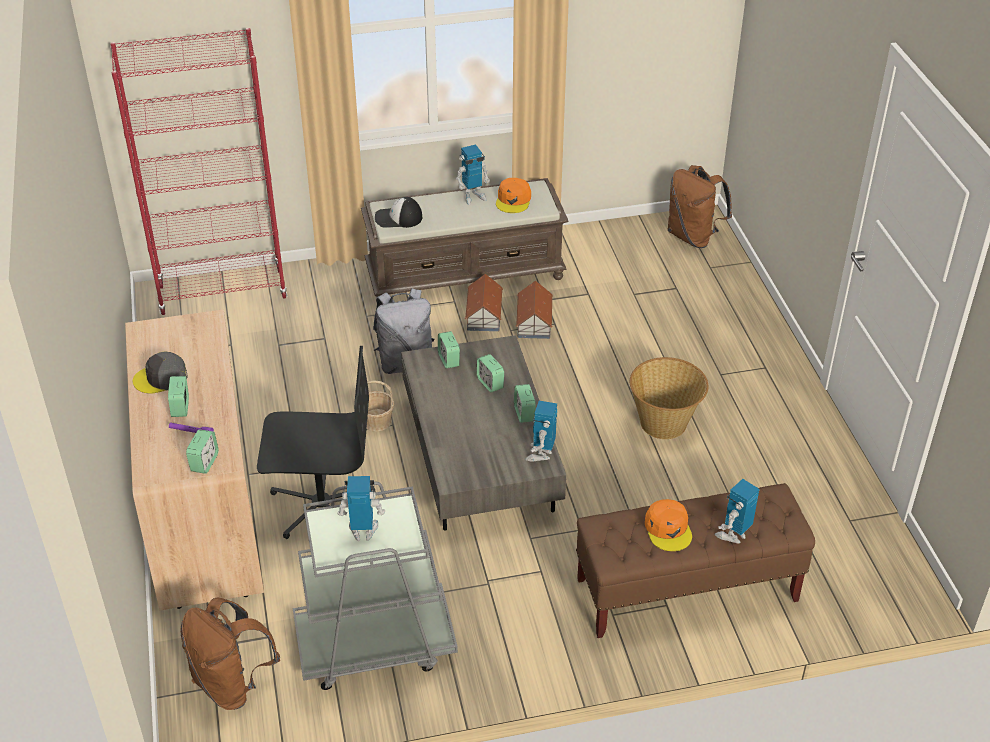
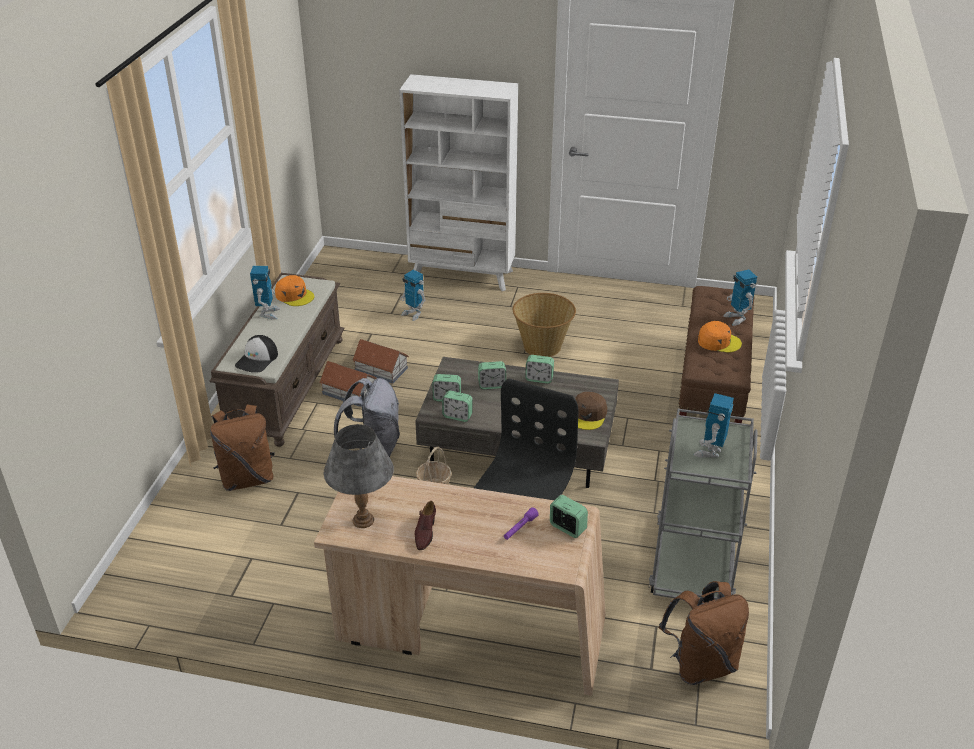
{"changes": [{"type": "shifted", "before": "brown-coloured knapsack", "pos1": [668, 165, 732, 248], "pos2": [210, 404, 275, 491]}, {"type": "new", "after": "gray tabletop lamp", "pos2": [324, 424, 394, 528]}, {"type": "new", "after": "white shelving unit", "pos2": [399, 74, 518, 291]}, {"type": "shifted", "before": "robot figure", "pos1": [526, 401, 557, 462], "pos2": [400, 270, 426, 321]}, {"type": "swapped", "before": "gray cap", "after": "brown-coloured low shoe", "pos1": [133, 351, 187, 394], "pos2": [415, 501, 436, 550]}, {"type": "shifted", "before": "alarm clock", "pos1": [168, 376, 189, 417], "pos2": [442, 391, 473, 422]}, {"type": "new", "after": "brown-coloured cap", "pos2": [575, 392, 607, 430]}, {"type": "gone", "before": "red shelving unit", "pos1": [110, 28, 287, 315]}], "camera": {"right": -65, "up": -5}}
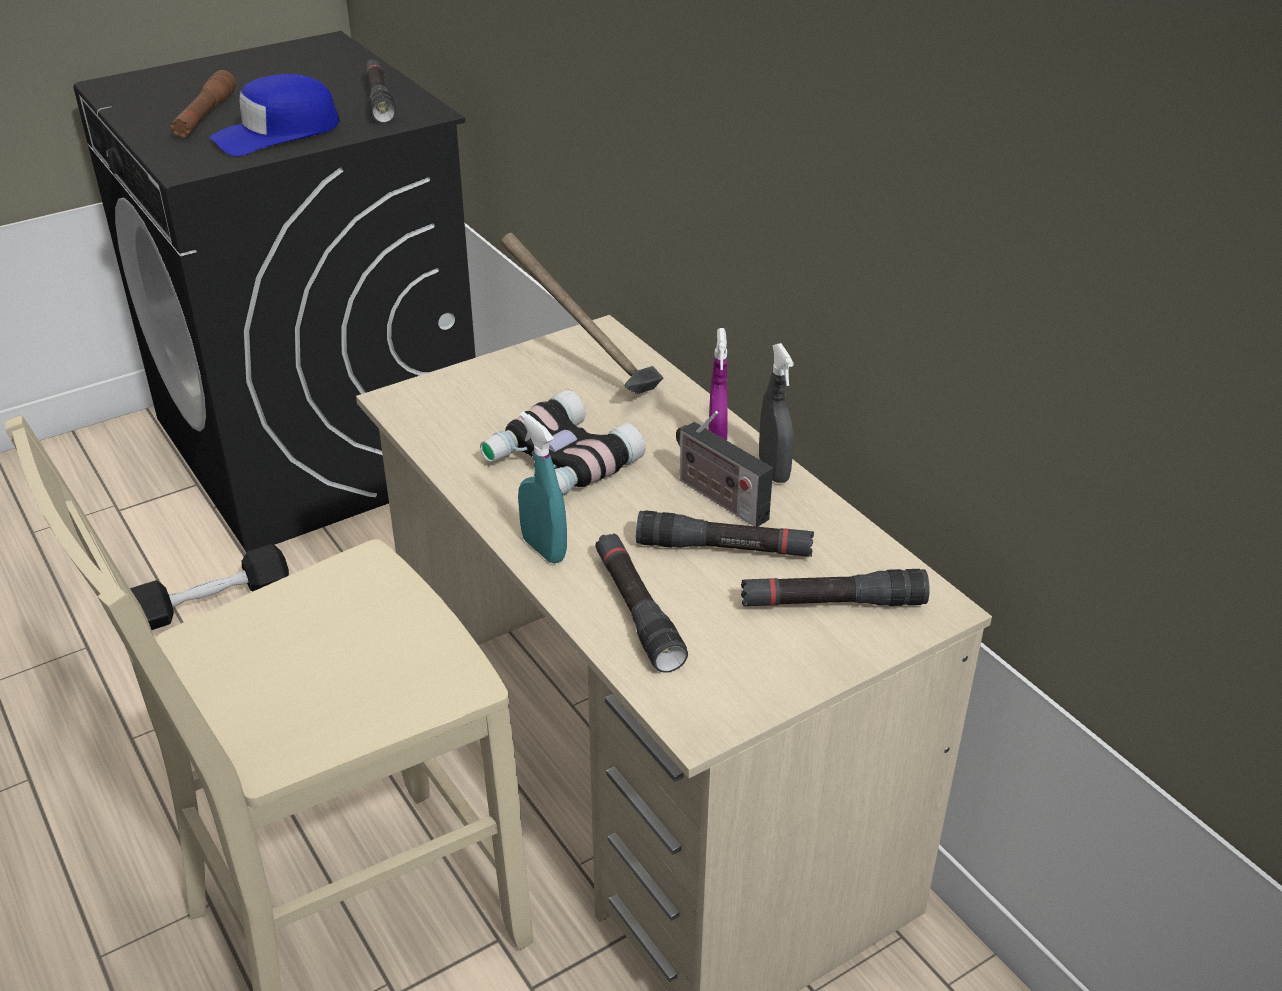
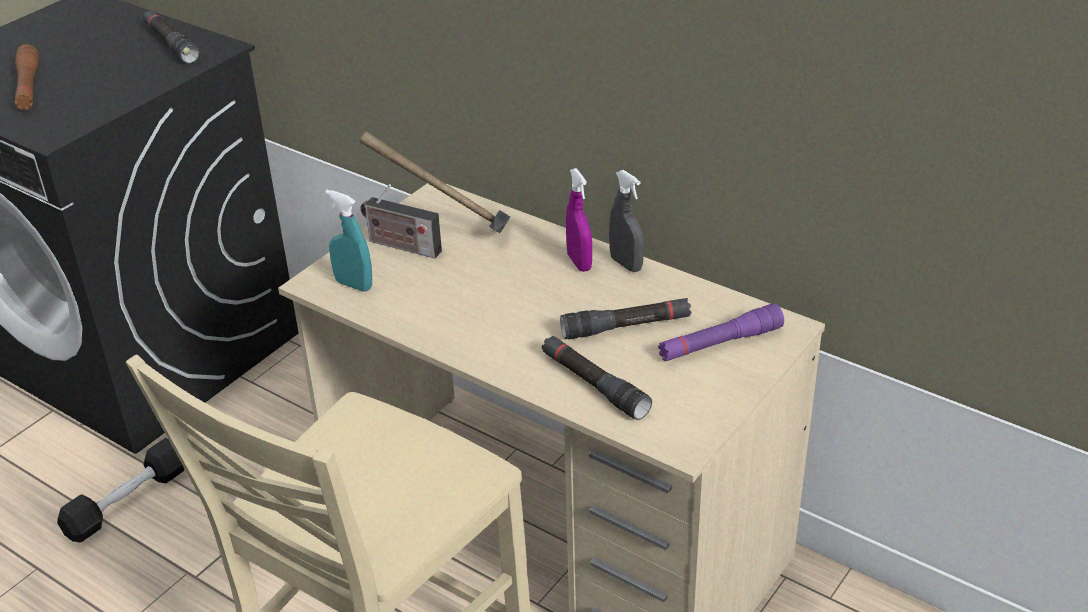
{"changes": [{"type": "shifted", "before": "blue-green spray bottle", "pos1": [518, 412, 567, 563], "pos2": [325, 190, 372, 291]}, {"type": "shifted", "before": "radio", "pos1": [676, 411, 773, 527], "pos2": [361, 184, 442, 258]}, {"type": "repainted", "before": "black-coloured flashlight", "after": "purple-coloured flashlight", "pos1": [741, 569, 929, 606], "pos2": [658, 304, 784, 361]}, {"type": "gone", "before": "bluish cap", "pos1": [209, 74, 340, 156]}, {"type": "gone", "before": "binoculars", "pos1": [480, 390, 646, 494]}], "camera": {"right": -20, "up": 0}}
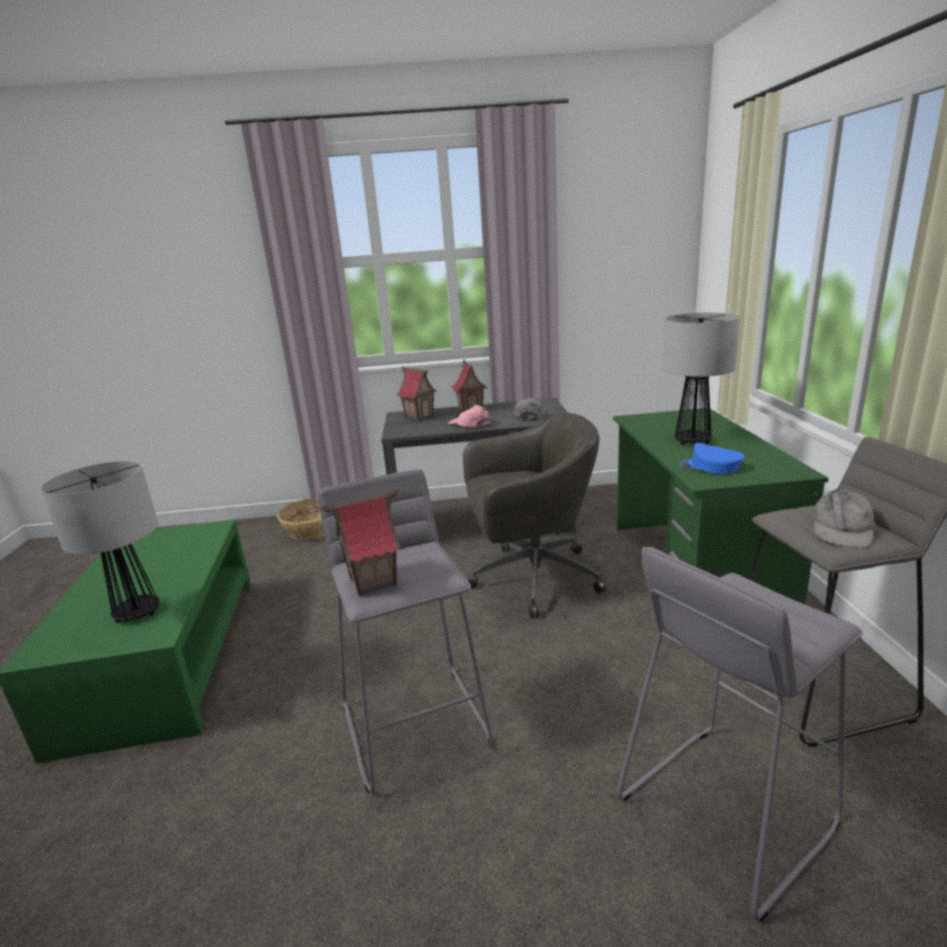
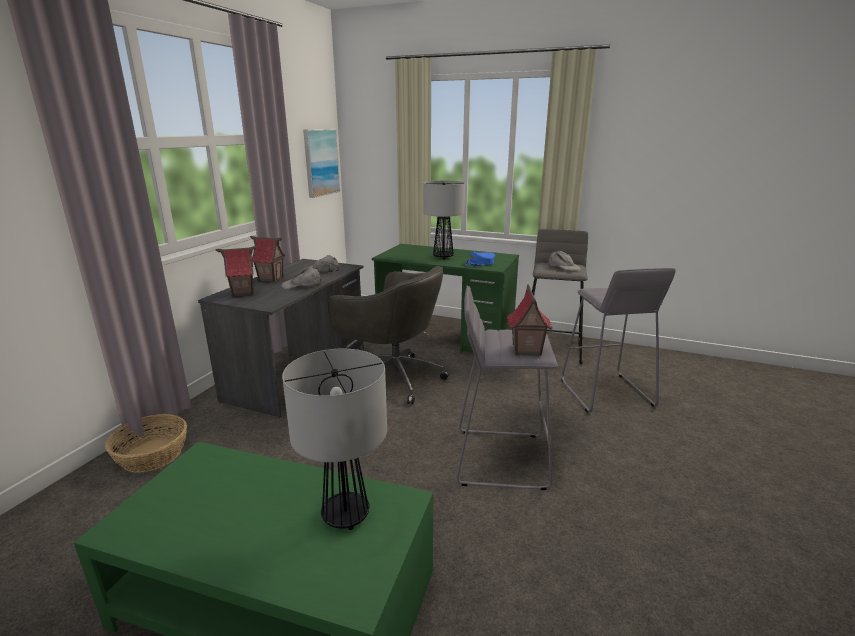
{"changes": [{"type": "repainted", "before": "pink-coloured cap", "after": "gray cap", "pos1": [448, 405, 490, 427], "pos2": [281, 267, 321, 289]}, {"type": "new", "after": "wall picture", "pos2": [303, 129, 340, 198]}, {"type": "rotated", "before": "gray office chair", "pos1": [463, 412, 606, 618], "pos2": [328, 266, 448, 404], "turn": 105}], "camera": {"right": -65, "up": 0}}
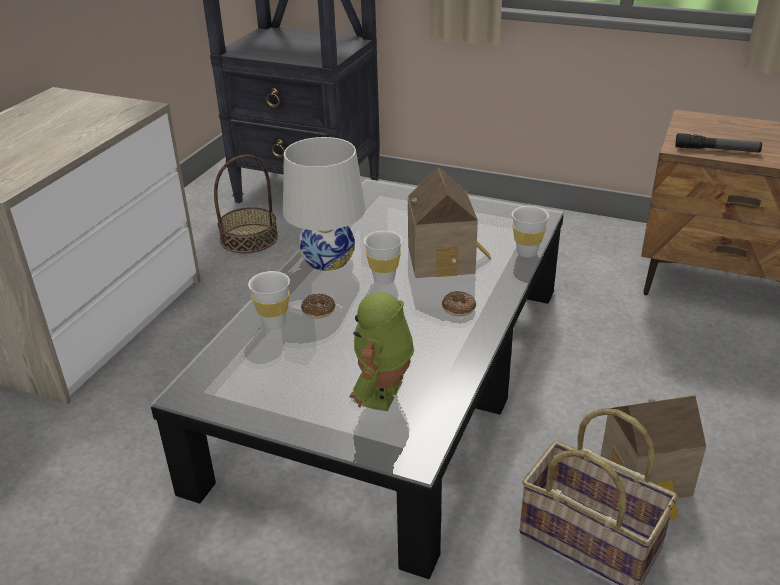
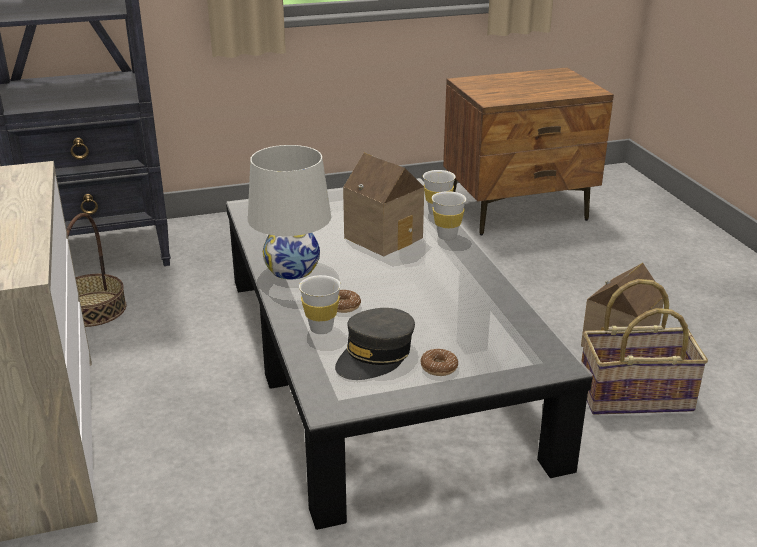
{"changes": [{"type": "new", "after": "gray cap", "pos2": [335, 308, 415, 380]}, {"type": "shifted", "before": "ring doughnut", "pos1": [442, 291, 476, 316], "pos2": [420, 349, 458, 376]}, {"type": "shifted", "before": "white small cup", "pos1": [364, 231, 402, 285], "pos2": [432, 191, 466, 240]}, {"type": "gone", "before": "robot figure", "pos1": [349, 292, 414, 411]}, {"type": "gone", "before": "flashlight", "pos1": [675, 133, 762, 152]}], "camera": {"right": -40, "up": -5}}
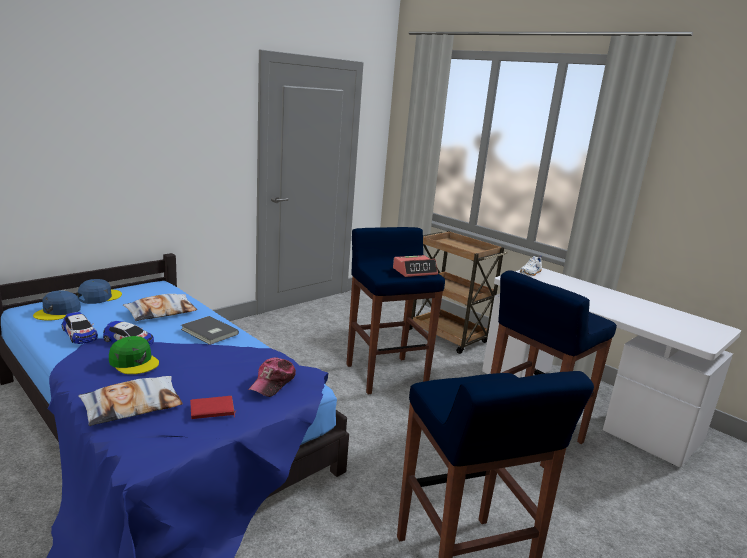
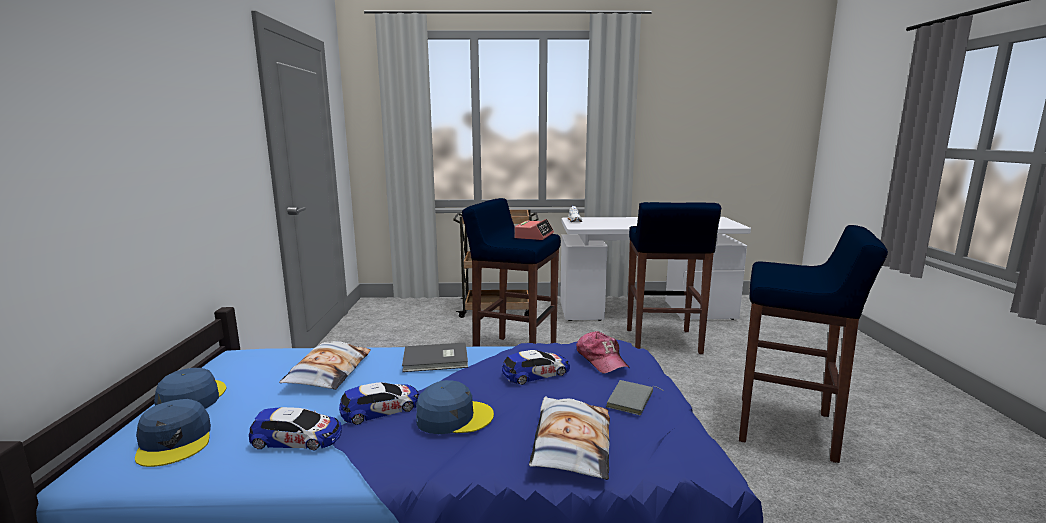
{"changes": [{"type": "repainted", "before": "greenish cap", "after": "bluish cap", "pos1": [109, 336, 159, 374], "pos2": [416, 380, 494, 434]}, {"type": "new", "after": "miniature car", "pos2": [502, 350, 570, 385]}, {"type": "repainted", "before": "red bound book", "after": "gray bound book", "pos1": [190, 396, 236, 419], "pos2": [606, 380, 664, 416]}], "camera": {"right": -45, "up": -5}}
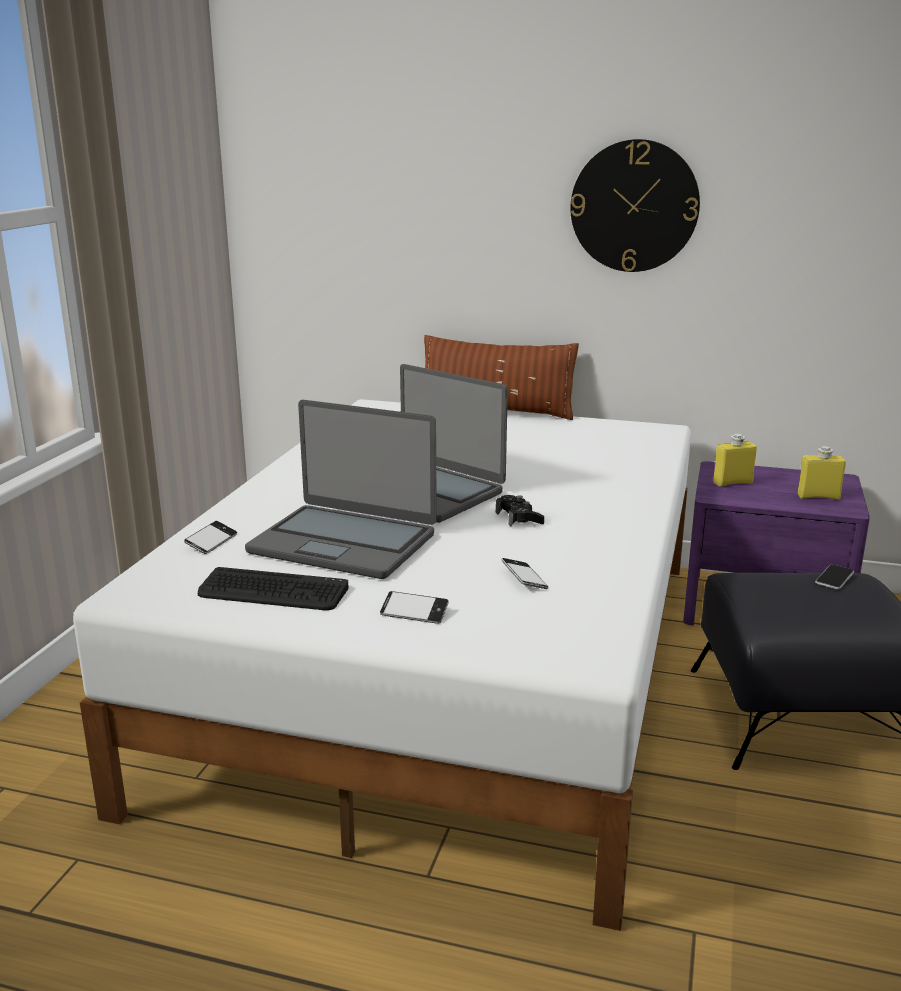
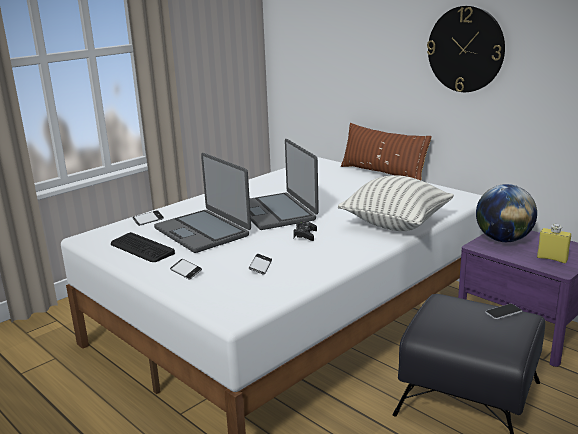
{"changes": [{"type": "new", "after": "cushion", "pos2": [338, 175, 454, 231]}, {"type": "swapped", "before": "yellow-coloured drink bottle", "after": "world globe", "pos1": [713, 434, 757, 487], "pos2": [476, 184, 537, 242]}], "camera": {"right": 30, "up": 0}}
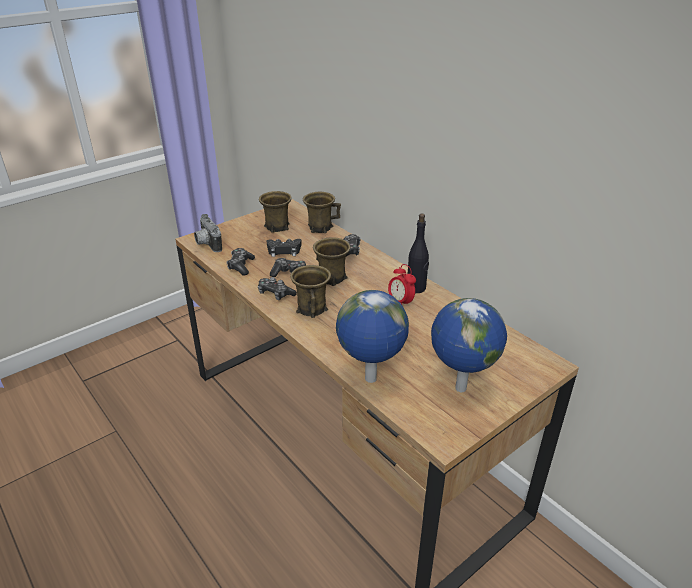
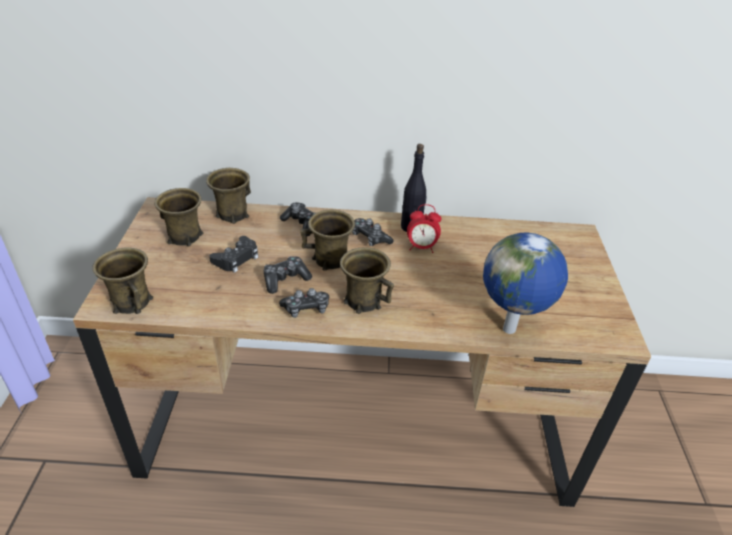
{"changes": [{"type": "swapped", "before": "photo camera", "after": "brown-coloured coffee mug", "pos1": [194, 214, 222, 252], "pos2": [92, 247, 153, 314]}, {"type": "shifted", "before": "game controller", "pos1": [227, 248, 255, 275], "pos2": [352, 218, 394, 246]}, {"type": "gone", "before": "world globe", "pos1": [431, 298, 507, 392]}], "camera": {"right": -50, "up": 5}}
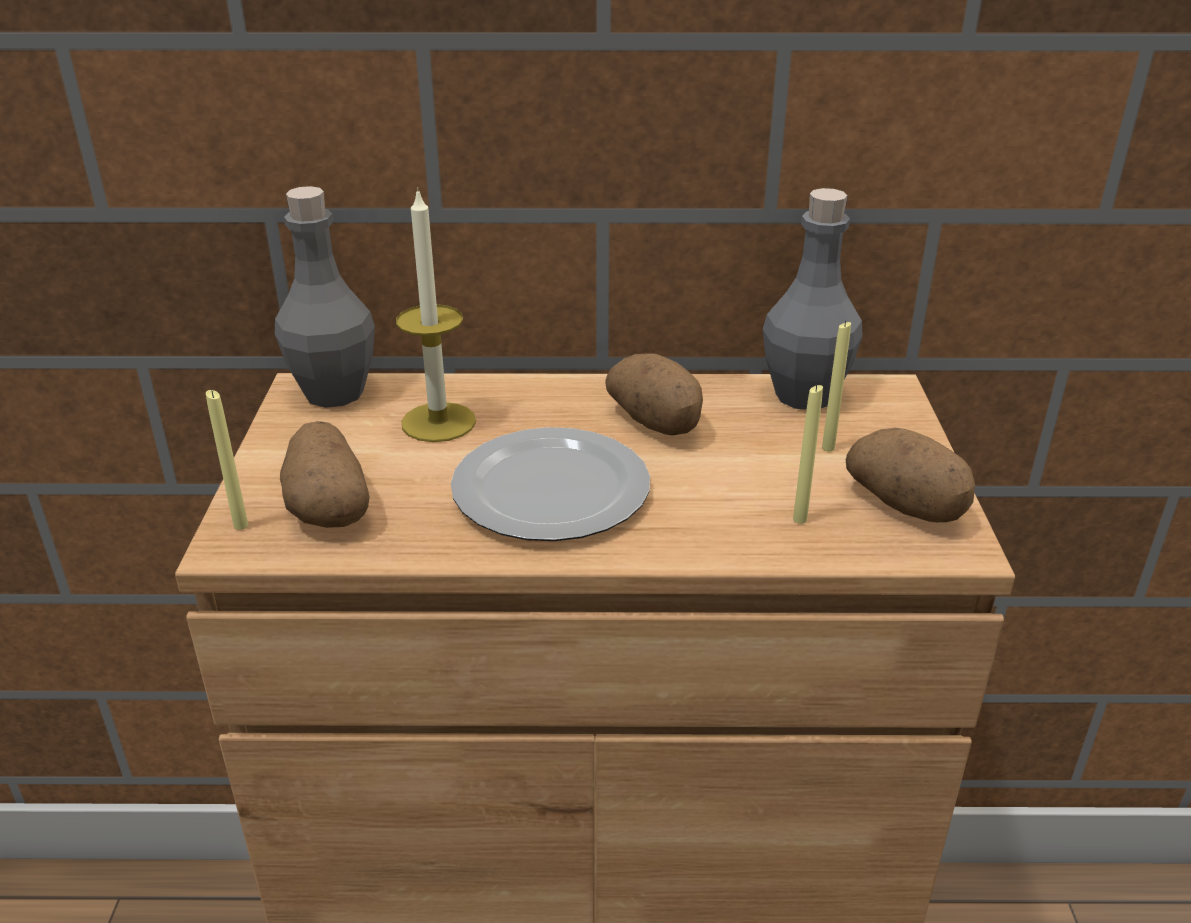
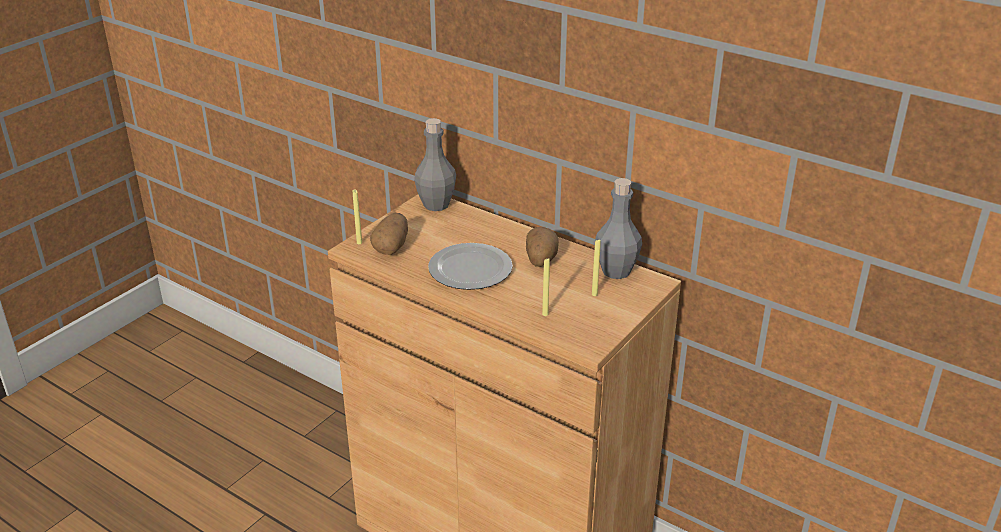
{"changes": [{"type": "gone", "before": "candle", "pos1": [396, 187, 476, 442]}, {"type": "gone", "before": "whole potato", "pos1": [846, 428, 975, 522]}], "camera": {"right": 35, "up": 0}}
